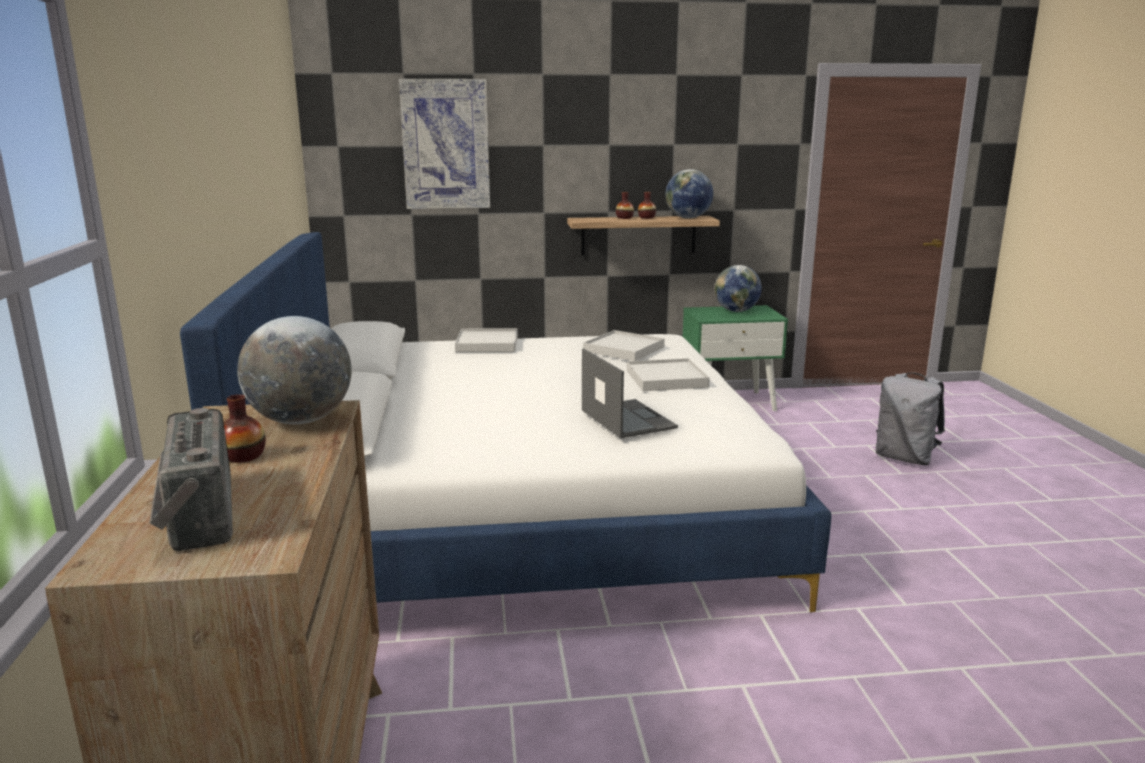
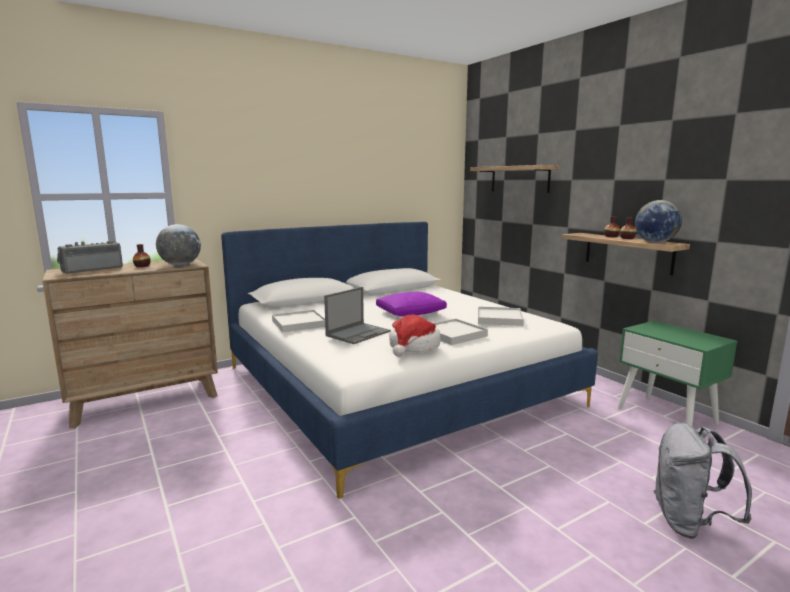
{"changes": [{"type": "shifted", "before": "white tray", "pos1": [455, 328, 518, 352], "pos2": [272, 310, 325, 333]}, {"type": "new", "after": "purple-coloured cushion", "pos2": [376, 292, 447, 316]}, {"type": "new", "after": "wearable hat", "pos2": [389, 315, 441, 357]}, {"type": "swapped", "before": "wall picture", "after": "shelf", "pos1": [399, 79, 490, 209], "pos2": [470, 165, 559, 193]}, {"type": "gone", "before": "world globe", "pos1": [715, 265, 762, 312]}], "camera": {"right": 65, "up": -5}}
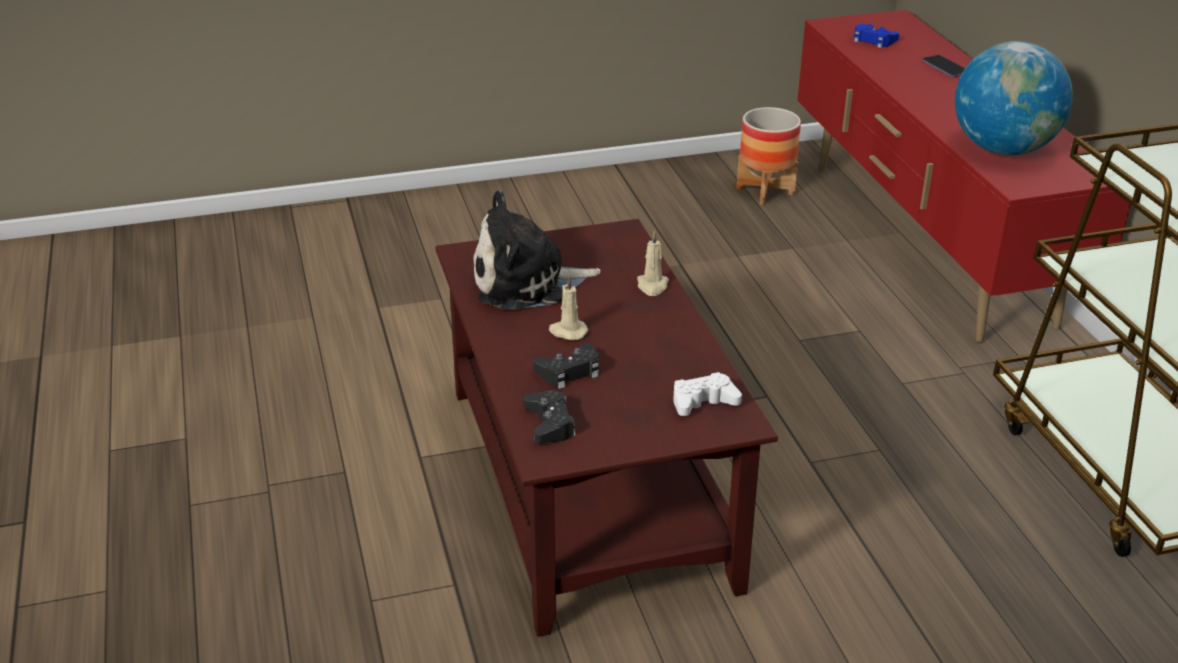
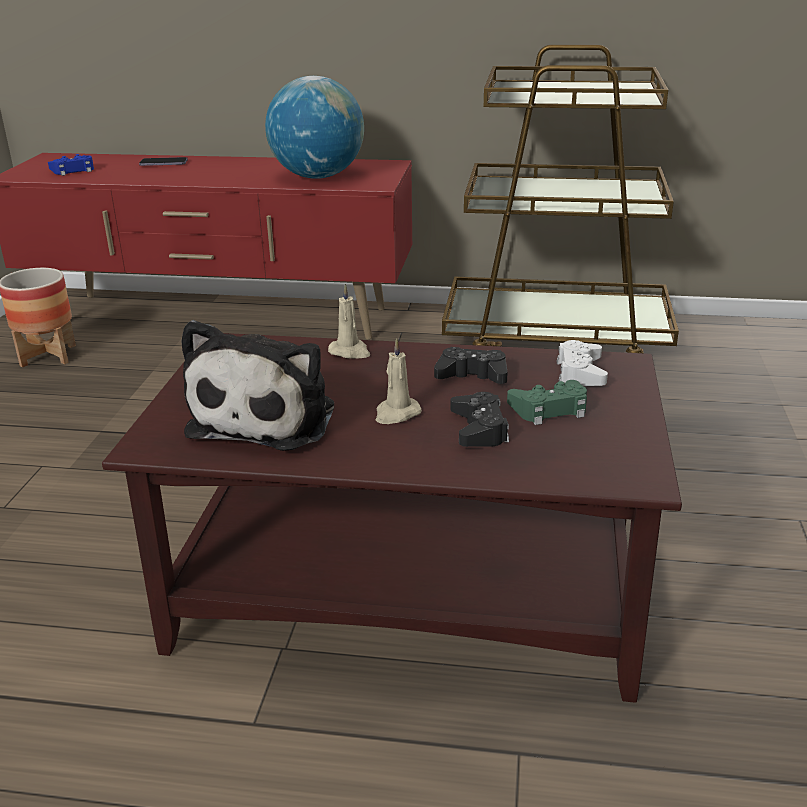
{"changes": [{"type": "shifted", "before": "black-coloured game controller", "pos1": [523, 390, 576, 444], "pos2": [434, 347, 507, 384]}, {"type": "new", "after": "greenish game controller", "pos2": [507, 380, 587, 425]}], "camera": {"right": -65, "up": -5}}
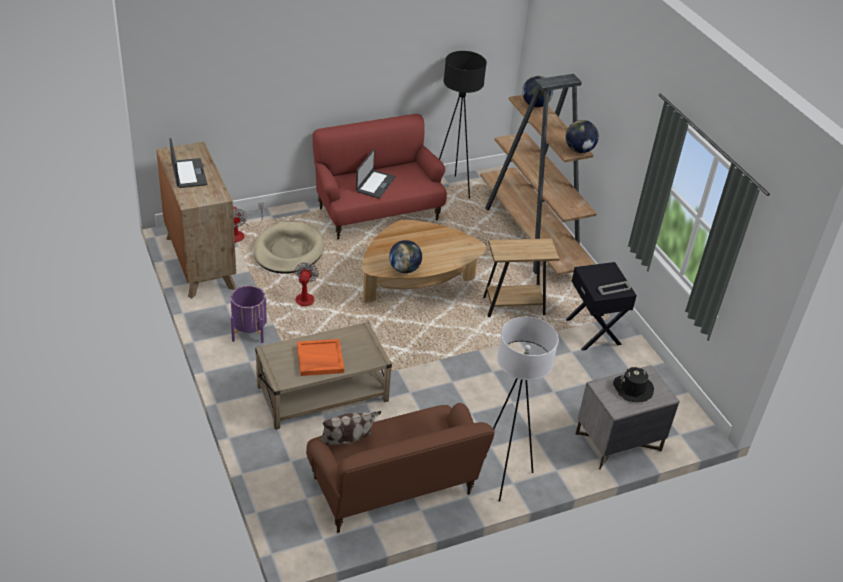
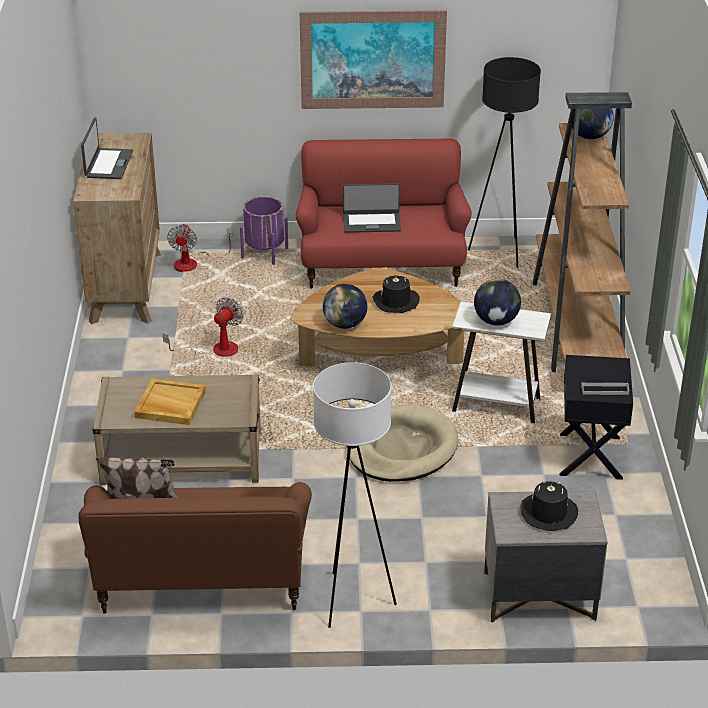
{"changes": [{"type": "repainted", "before": "orange tray", "after": "beige tray", "pos1": [297, 339, 344, 376], "pos2": [134, 379, 206, 425]}, {"type": "shifted", "before": "purple-coloured plant pot", "pos1": [231, 285, 267, 343], "pos2": [240, 196, 288, 265]}, {"type": "new", "after": "wall picture", "pos2": [299, 10, 447, 109]}, {"type": "rotated", "before": "laptop", "pos1": [356, 149, 396, 199], "pos2": [343, 183, 401, 233], "turn": 45}, {"type": "shifted", "before": "beige pet bed", "pos1": [253, 222, 324, 274], "pos2": [347, 405, 458, 482]}, {"type": "new", "after": "black-coloured wearable hat", "pos2": [372, 274, 420, 313]}, {"type": "repainted", "before": "brown-coloured side table", "after": "white side table", "pos1": [483, 238, 559, 317], "pos2": [452, 302, 551, 423]}, {"type": "shifted", "before": "world globe", "pos1": [566, 120, 599, 153], "pos2": [474, 279, 521, 326]}], "camera": {"right": 25, "up": -5}}
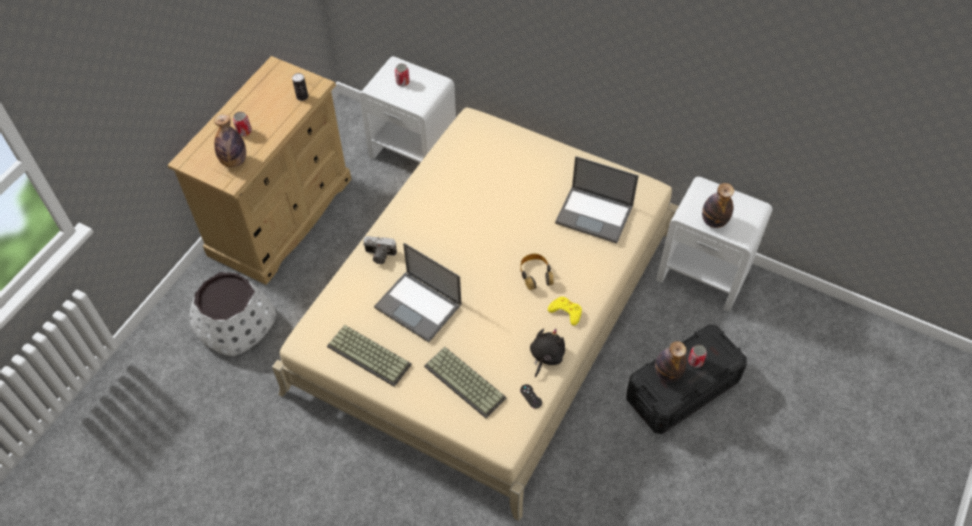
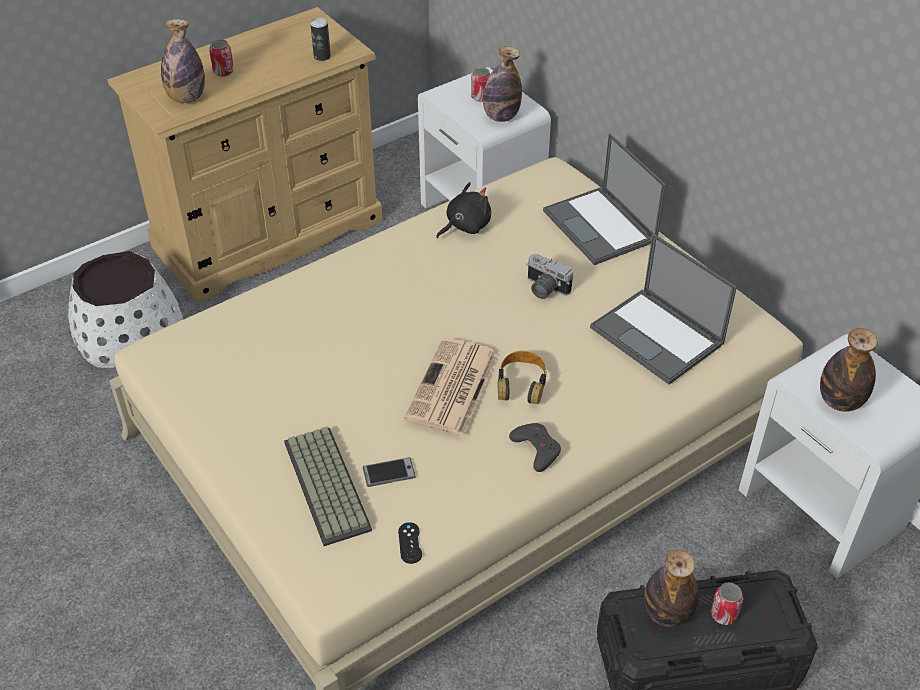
{"changes": [{"type": "new", "after": "telephone", "pos2": [363, 457, 416, 487]}, {"type": "new", "after": "daily paper", "pos2": [404, 338, 498, 436]}, {"type": "shifted", "before": "black-coloured plush toy", "pos1": [530, 328, 565, 378], "pos2": [436, 182, 491, 238]}, {"type": "new", "after": "drink bottle", "pos2": [483, 46, 522, 122]}, {"type": "repainted", "before": "yellow-coloured game controller", "after": "gray game controller", "pos1": [548, 297, 582, 326], "pos2": [509, 423, 561, 472]}, {"type": "shifted", "before": "photo camera", "pos1": [363, 236, 397, 264], "pos2": [526, 254, 573, 299]}, {"type": "shifted", "before": "laptop", "pos1": [374, 243, 462, 342], "pos2": [543, 133, 666, 265]}, {"type": "gone", "before": "keyboard", "pos1": [327, 325, 412, 387]}], "camera": {"right": 25, "up": -10}}
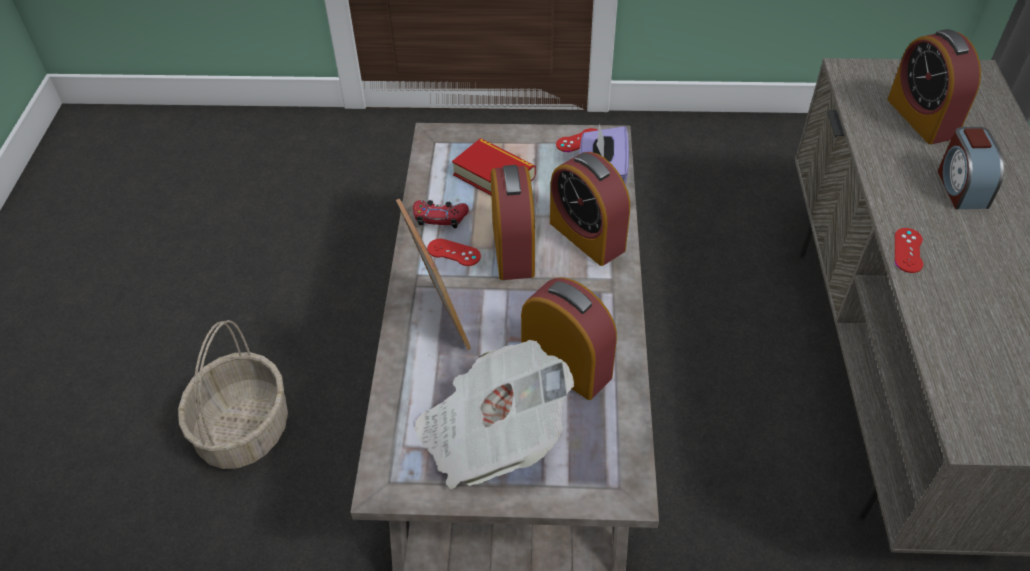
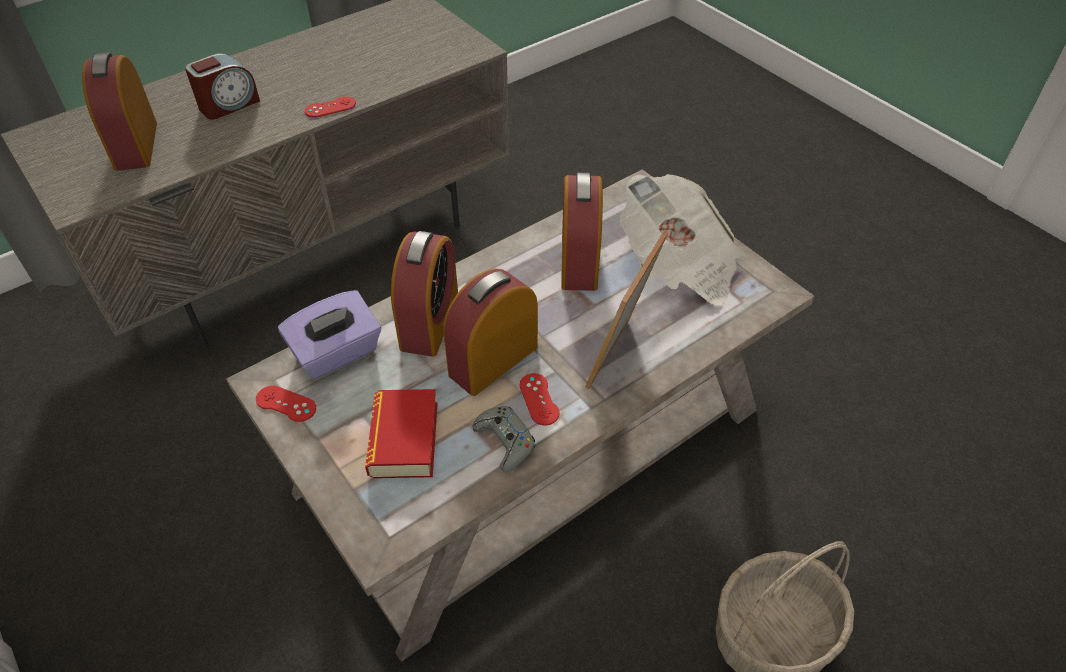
{"changes": [{"type": "rotated", "before": "alarm clock", "pos1": [887, 29, 981, 144], "pos2": [82, 52, 157, 171], "turn": 135}, {"type": "repainted", "before": "red game controller", "after": "gray game controller", "pos1": [413, 200, 469, 228], "pos2": [472, 406, 535, 472]}], "camera": {"right": -130, "up": 0}}
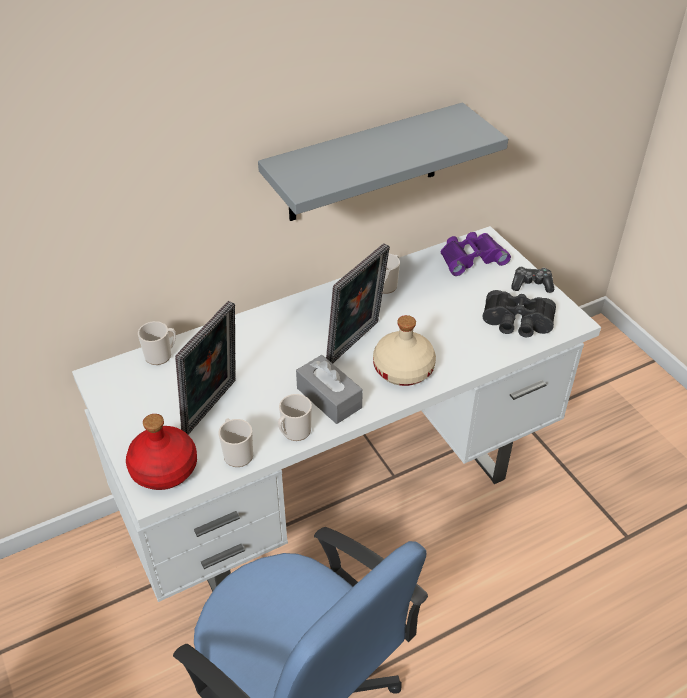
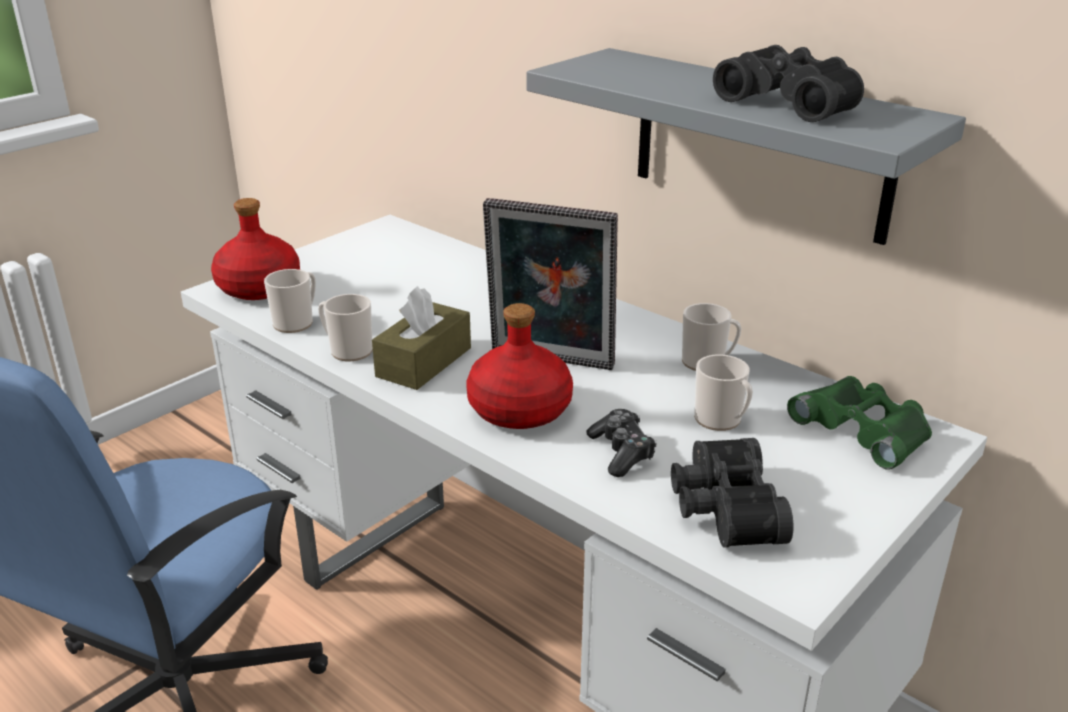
{"changes": [{"type": "repainted", "before": "gray tissue holder", "after": "brown-coloured tissue holder", "pos1": [296, 355, 363, 424], "pos2": [372, 286, 471, 390]}, {"type": "repainted", "before": "beige drink bottle", "after": "red drink bottle", "pos1": [373, 315, 436, 386], "pos2": [466, 303, 573, 429]}, {"type": "shifted", "before": "game controller", "pos1": [511, 267, 554, 293], "pos2": [586, 409, 657, 477]}, {"type": "shifted", "before": "coffee mug", "pos1": [138, 321, 176, 365], "pos2": [694, 354, 753, 431]}, {"type": "new", "after": "black-coloured binoculars", "pos2": [713, 45, 864, 122]}, {"type": "repainted", "before": "purple-coloured binoculars", "after": "greenish binoculars", "pos1": [441, 232, 511, 276], "pos2": [787, 376, 932, 470]}, {"type": "gone", "before": "picture frame", "pos1": [175, 301, 236, 435]}], "camera": {"right": 70, "up": -15}}
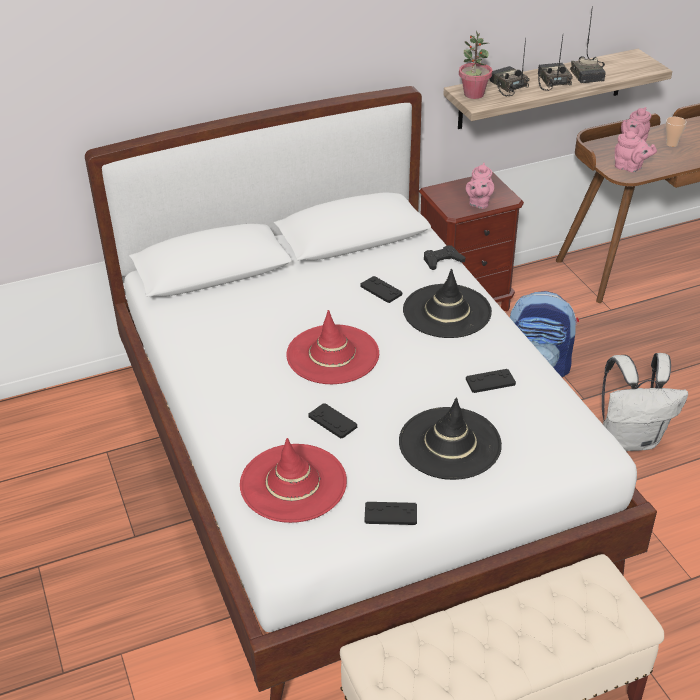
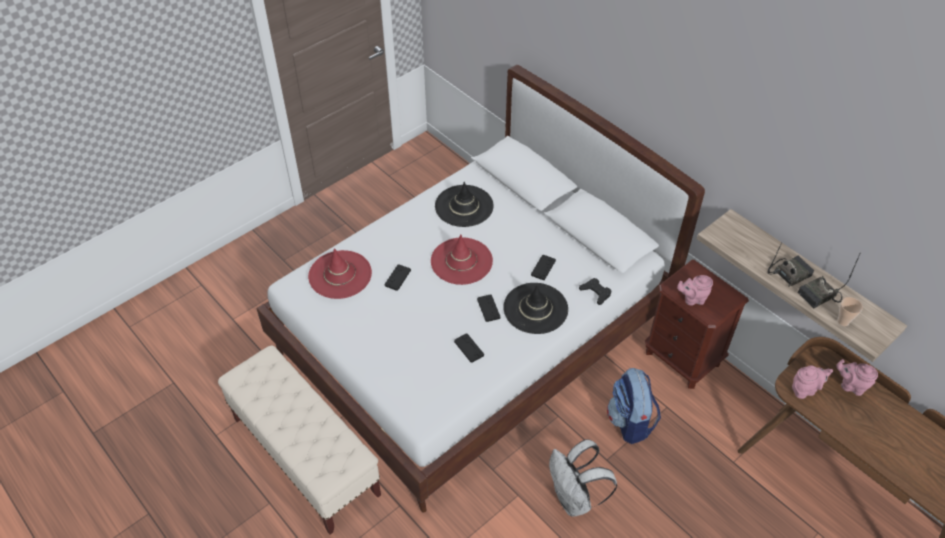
{"changes": [{"type": "shifted", "before": "black-coloured wearable hat", "pos1": [399, 397, 502, 480], "pos2": [435, 182, 494, 227]}, {"type": "shifted", "before": "black-coloured game controller", "pos1": [365, 502, 417, 525], "pos2": [477, 294, 501, 322]}, {"type": "rotated", "before": "pink-coloured tea pot", "pos1": [615, 130, 657, 172], "pos2": [792, 365, 833, 399], "turn": -120}, {"type": "shifted", "before": "small cup", "pos1": [666, 117, 687, 147], "pos2": [837, 297, 863, 326]}, {"type": "gone", "before": "potted plant", "pos1": [459, 31, 492, 99]}, {"type": "gone", "before": "radio", "pos1": [489, 38, 530, 96]}], "camera": {"right": 70, "up": 10}}
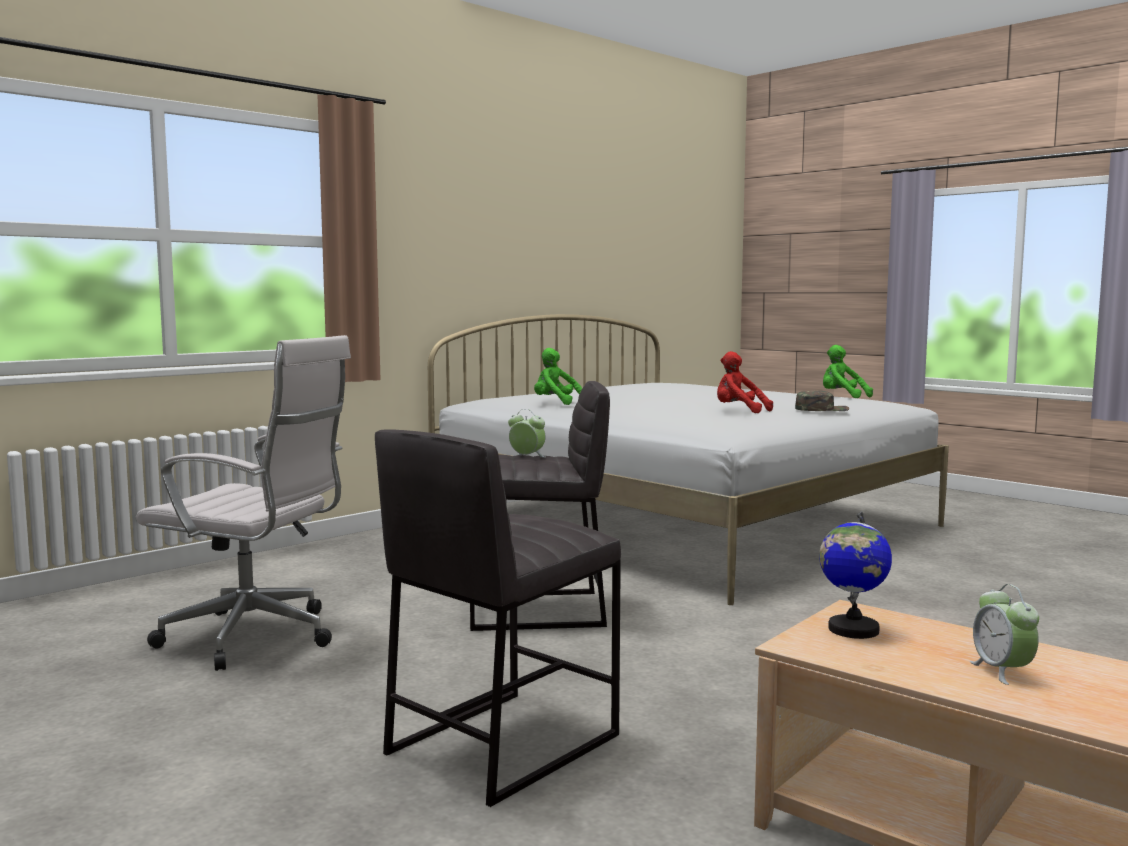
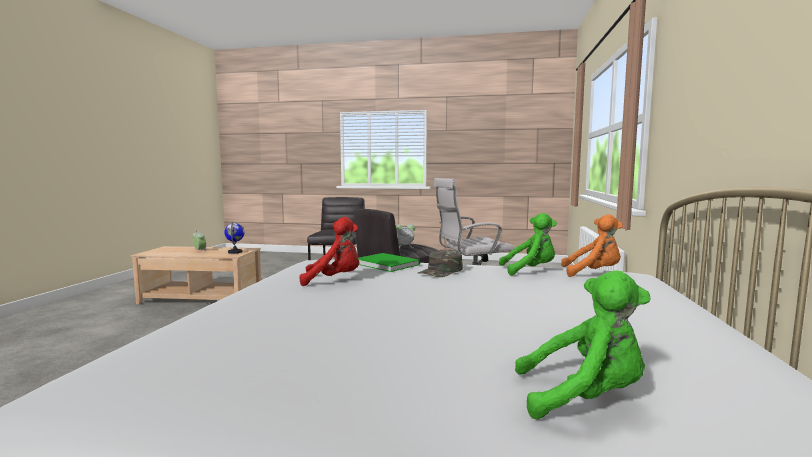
{"changes": [{"type": "new", "after": "greenish bound book", "pos2": [358, 253, 420, 272]}, {"type": "shifted", "before": "greenish cap", "pos1": [795, 390, 849, 411], "pos2": [418, 249, 463, 277]}, {"type": "shifted", "before": "greenish plush toy", "pos1": [823, 345, 873, 398], "pos2": [515, 271, 650, 419]}, {"type": "new", "after": "orange plush toy", "pos2": [561, 214, 623, 277]}], "camera": {"right": 145, "up": 0}}
